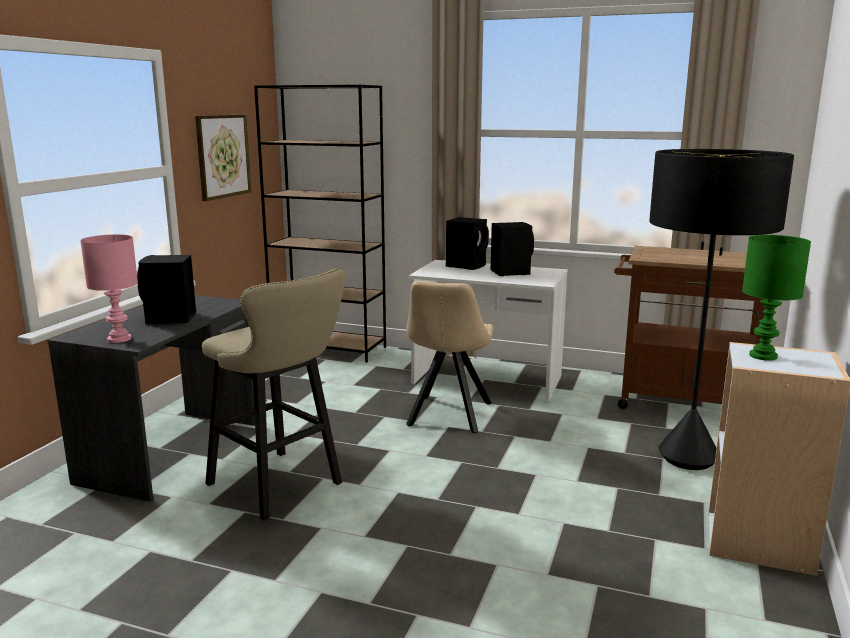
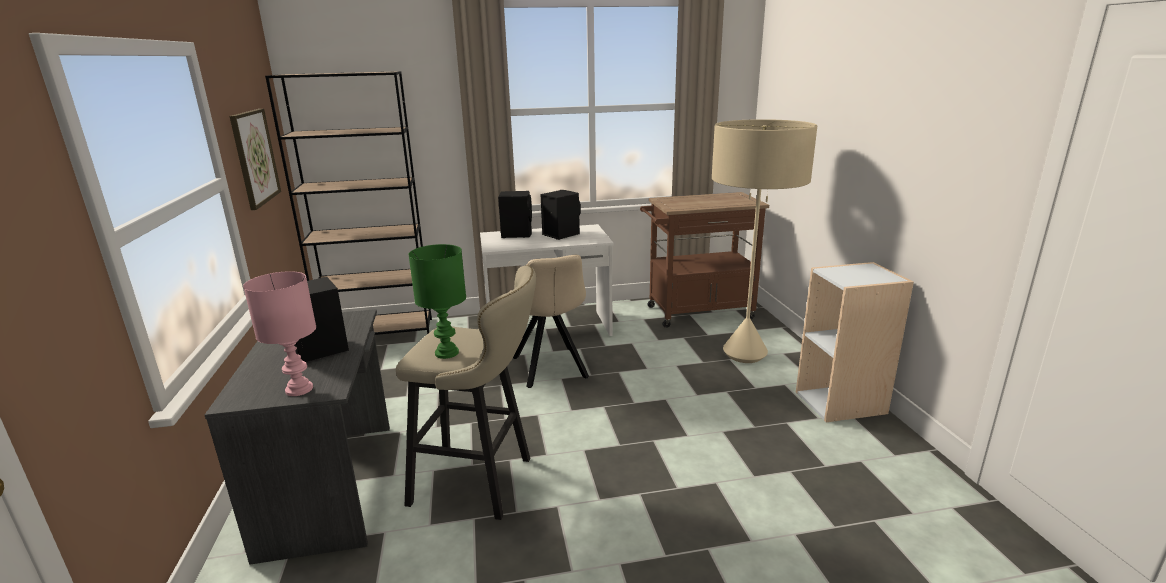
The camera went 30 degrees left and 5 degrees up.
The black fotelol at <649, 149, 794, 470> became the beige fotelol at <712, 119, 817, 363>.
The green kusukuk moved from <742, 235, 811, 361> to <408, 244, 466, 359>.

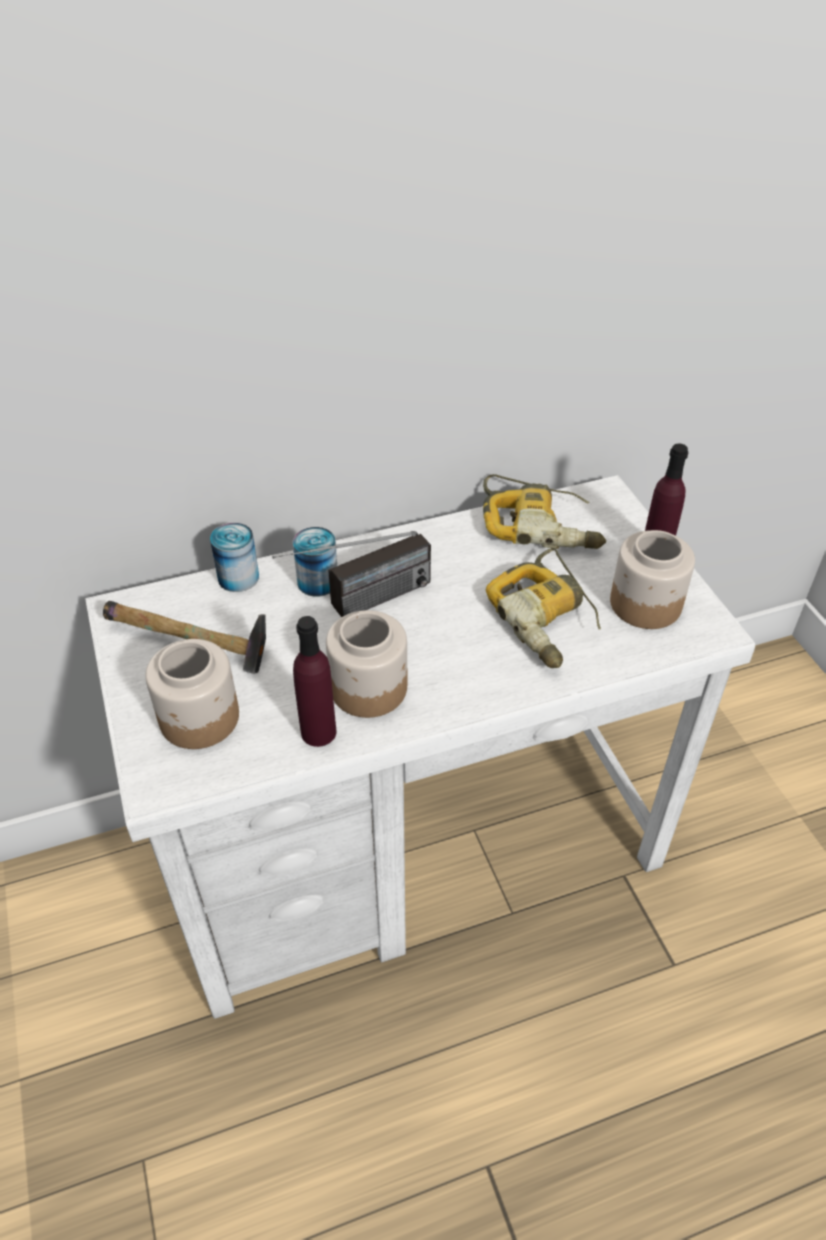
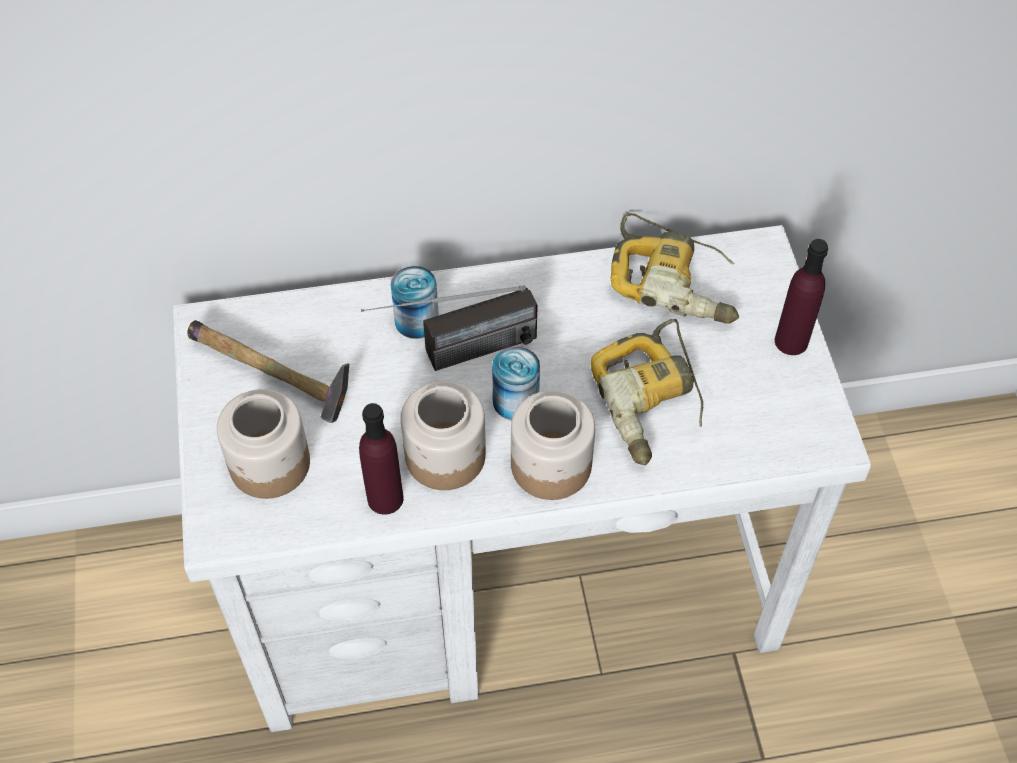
The camera went 10 degrees right and 10 degrees up.
The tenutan moved from <210, 523, 259, 592> to <492, 346, 540, 420>.
The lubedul moved from <610, 530, 695, 629> to <511, 390, 595, 500>.

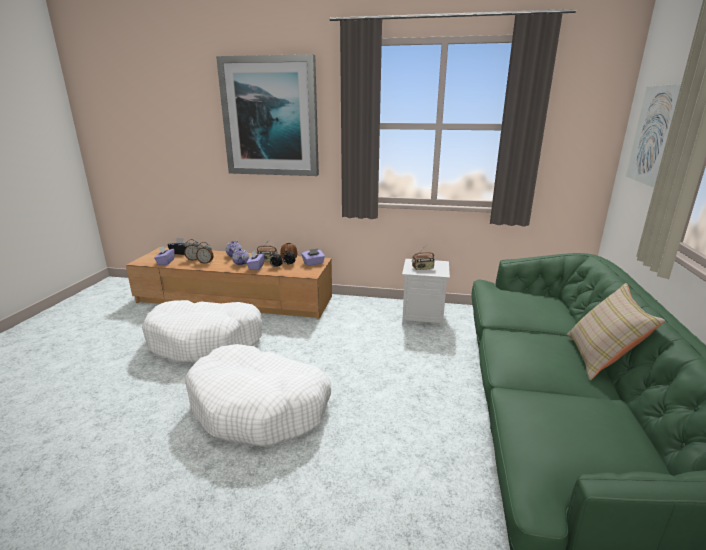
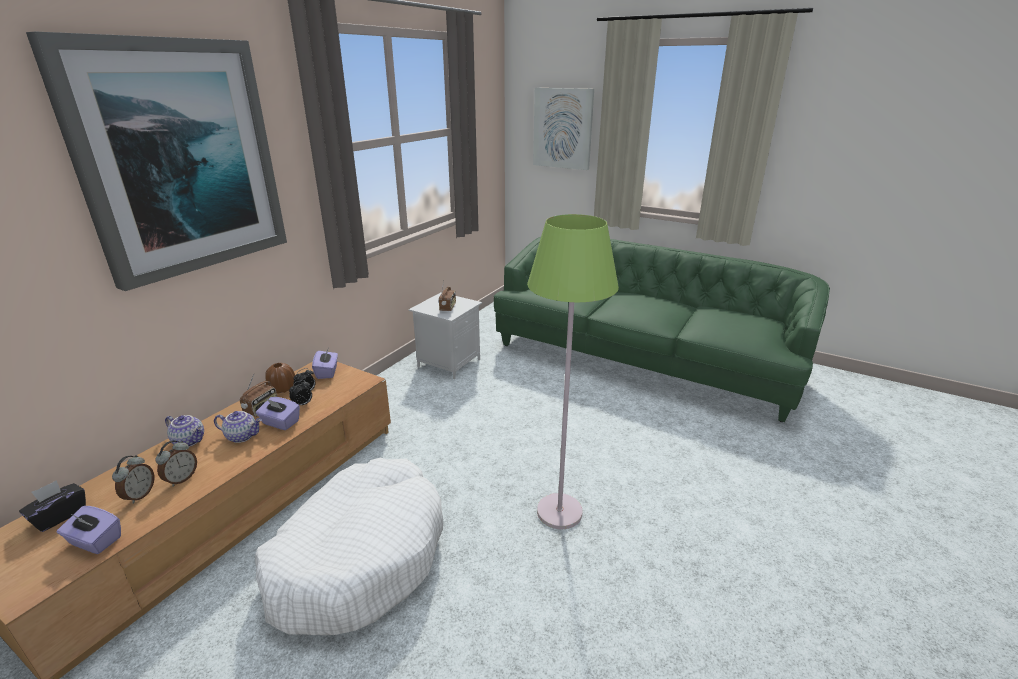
The camera went 70 degrees left and 5 degrees up.
The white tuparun at <185, 344, 331, 447> was replaced by the green fotelol at <527, 214, 619, 529>.
The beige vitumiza at <567, 283, 666, 380> disappeared.

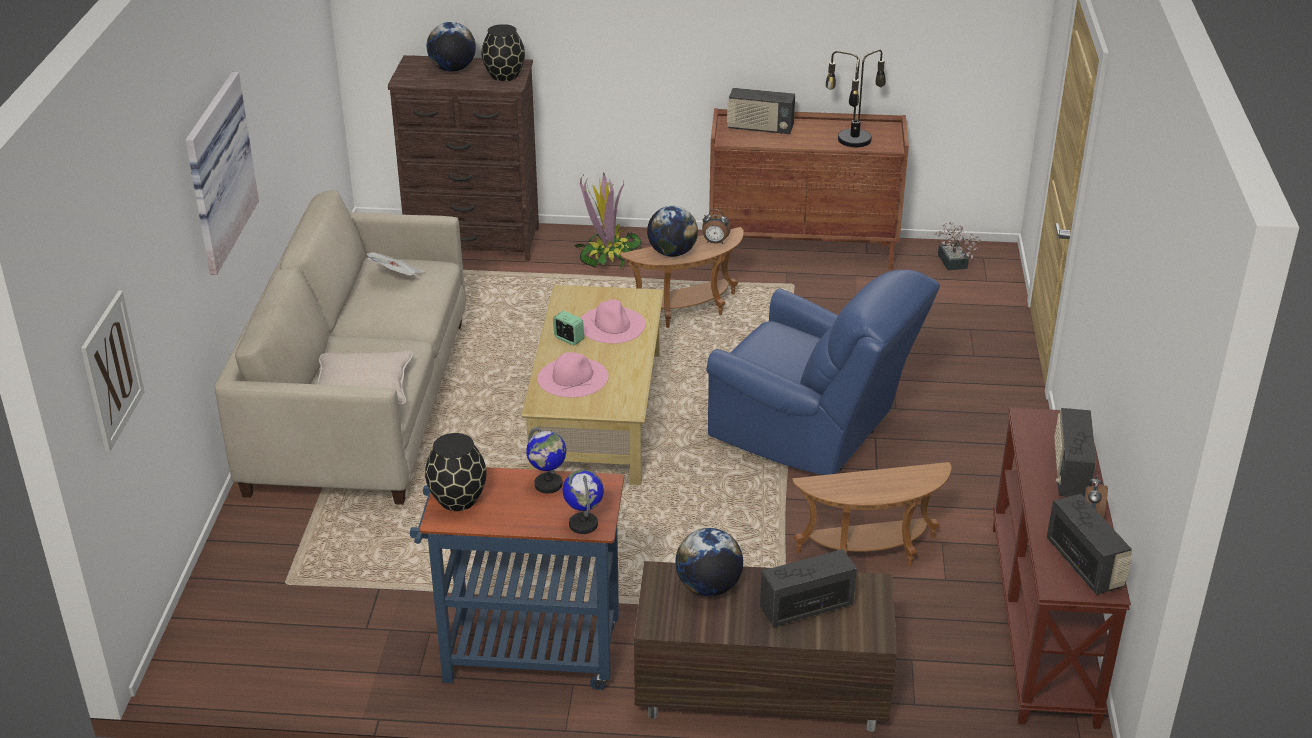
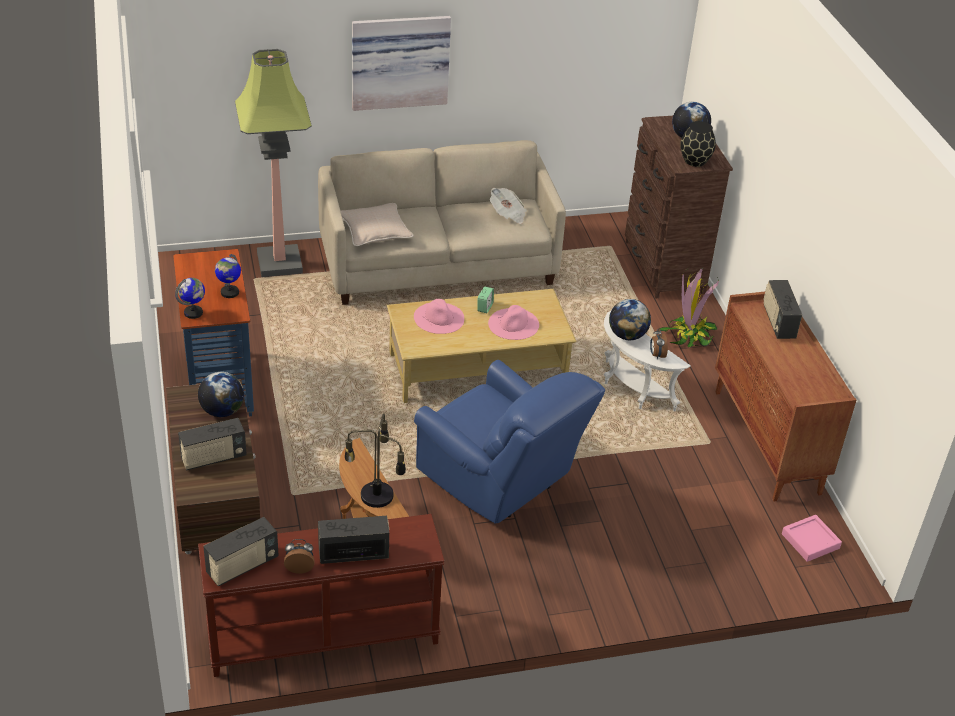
The camera went 70 degrees right and 5 degrees up.
The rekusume at <81, 291, 145, 452> disappeared.
The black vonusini at <425, 433, 486, 511> disappeared.
The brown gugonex at <620, 227, 744, 328> became the white gugonex at <604, 311, 691, 411>.
The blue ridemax at <706, 270, 940, 475> turned 60 degrees counterclockwise.
The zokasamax at <760, 549, 857, 627> turned 105 degrees clockwise.
The kusukuk moved from <826, 49, 886, 147> to <345, 414, 406, 508>.
The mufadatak at <934, 222, 981, 270> was replaced by the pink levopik at <782, 515, 842, 562>.
The fotelol at <235, 49, 312, 277> appeared.

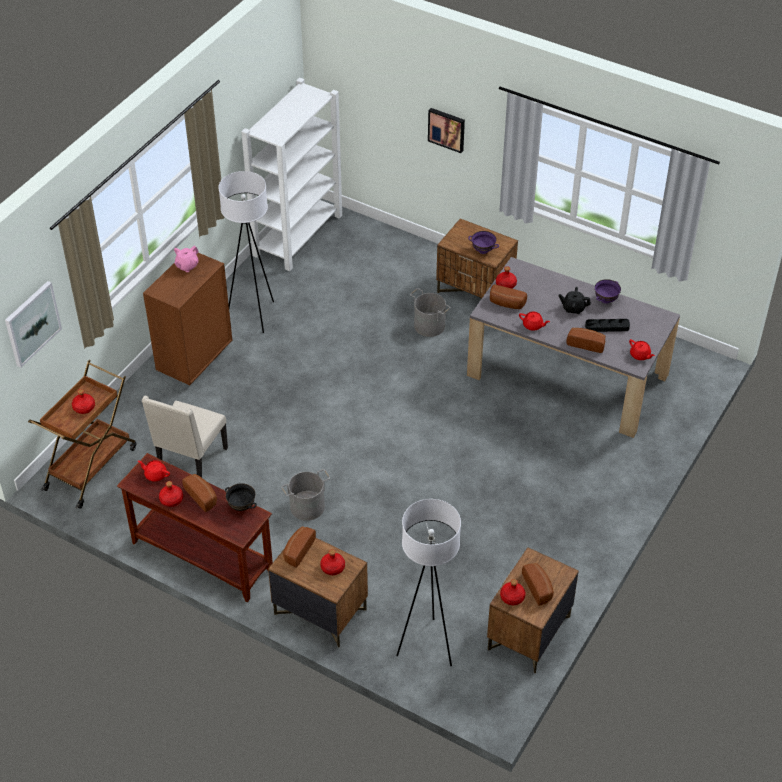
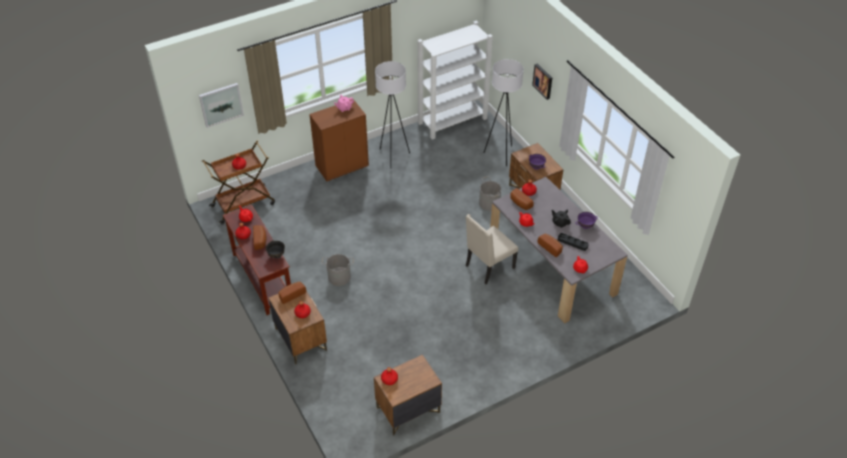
The camera went 30 degrees right and 0 degrees up.
The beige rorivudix moved from <142, 396, 228, 478> to <466, 214, 518, 284>.
The white fotelol moved from <396, 499, 461, 666> to <484, 59, 524, 166>.
The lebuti at <522, 563, 554, 606> disappeared.

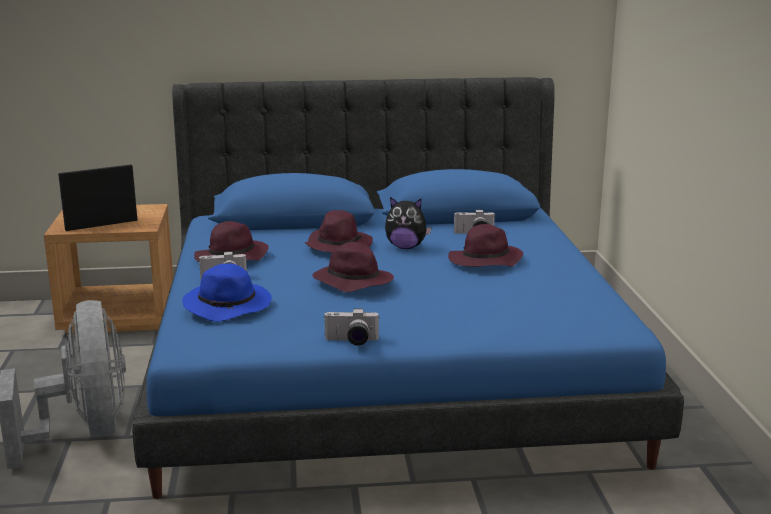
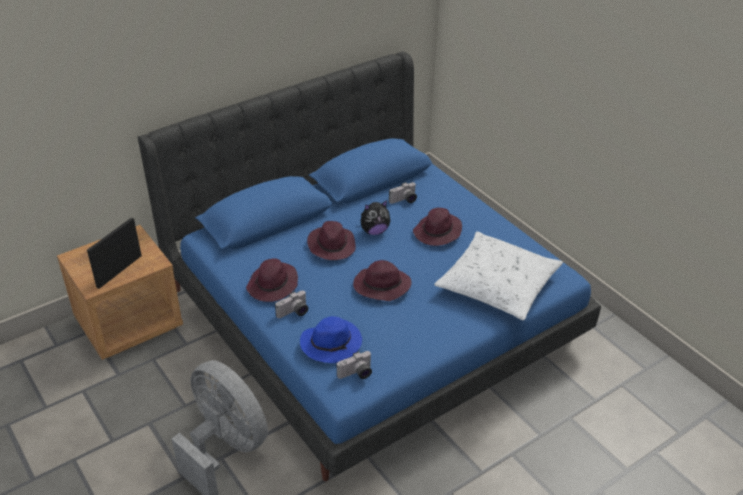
The camera went 30 degrees left and 20 degrees up.
The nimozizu moved from <323, 309, 380, 346> to <337, 351, 372, 379>.
The white vitumiza at <434, 232, 563, 320> appeared.

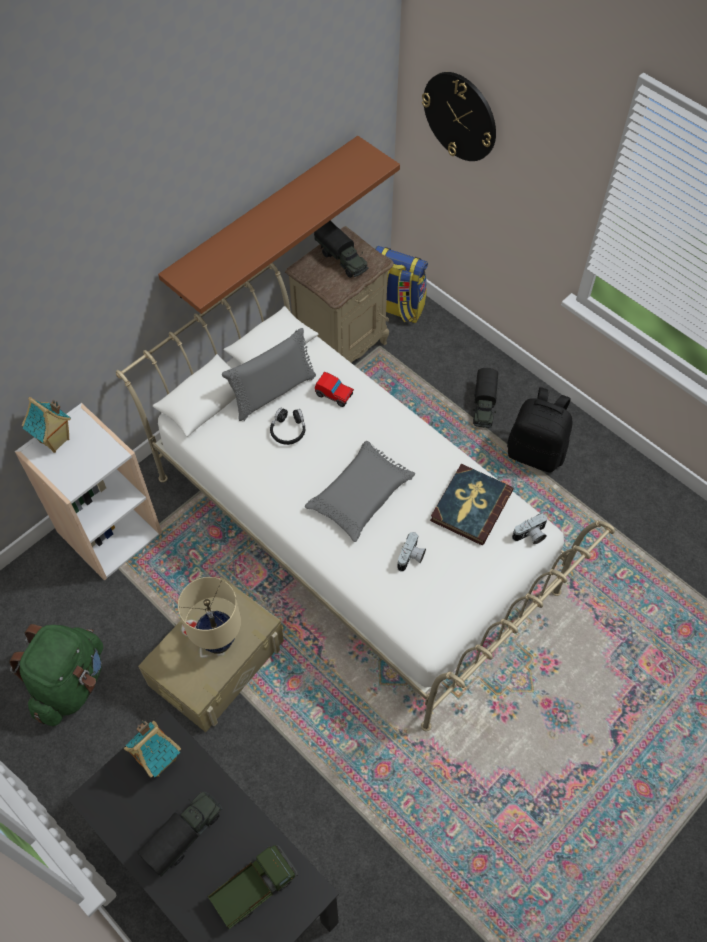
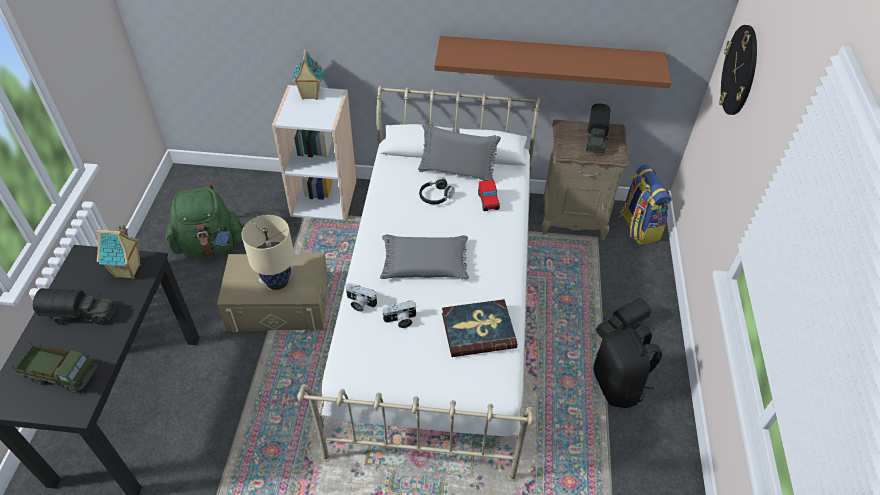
The camera went 50 degrees right and 10 degrees down.
The nimozizu moved from <512, 513, 547, 544> to <345, 283, 377, 312>.

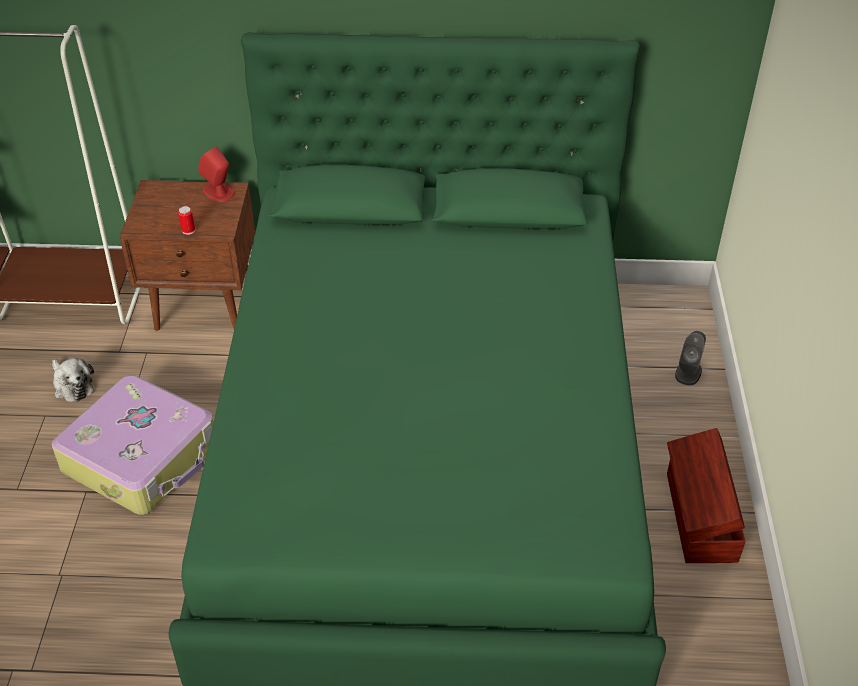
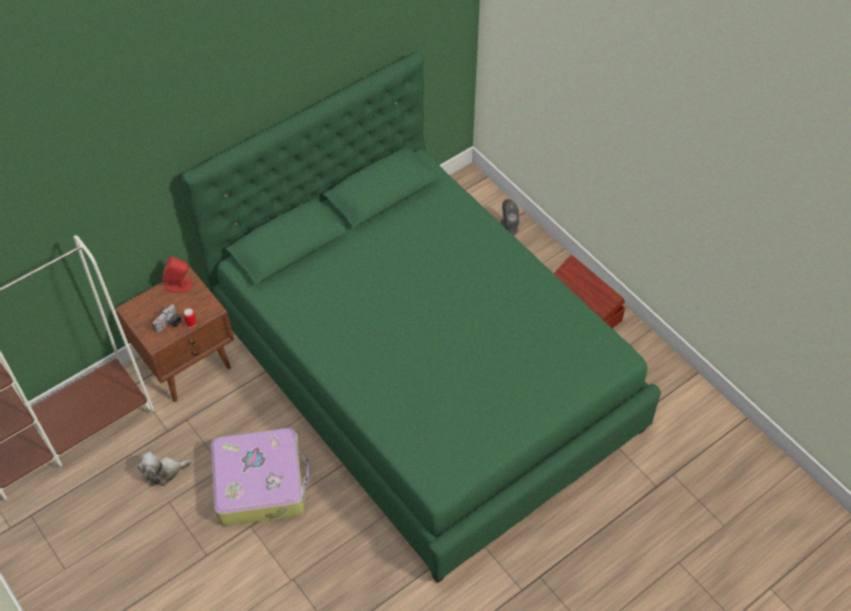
The camera went 40 degrees left and 10 degrees up.
The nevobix at <52, 358, 94, 402> turned 150 degrees clockwise.
The nimozizu at <152, 304, 181, 333> appeared.

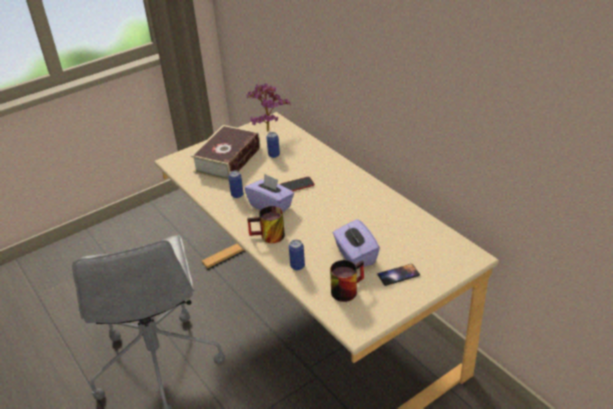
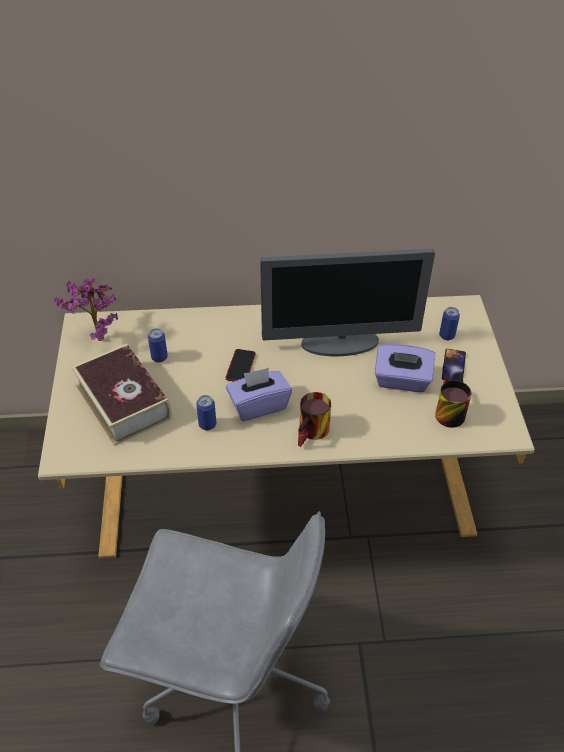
The camera went 60 degrees left and 10 degrees up.
The tenutan moved from <289, 239, 305, 270> to <439, 307, 460, 340>.
The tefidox at <260, 248, 435, 356> appeared.

